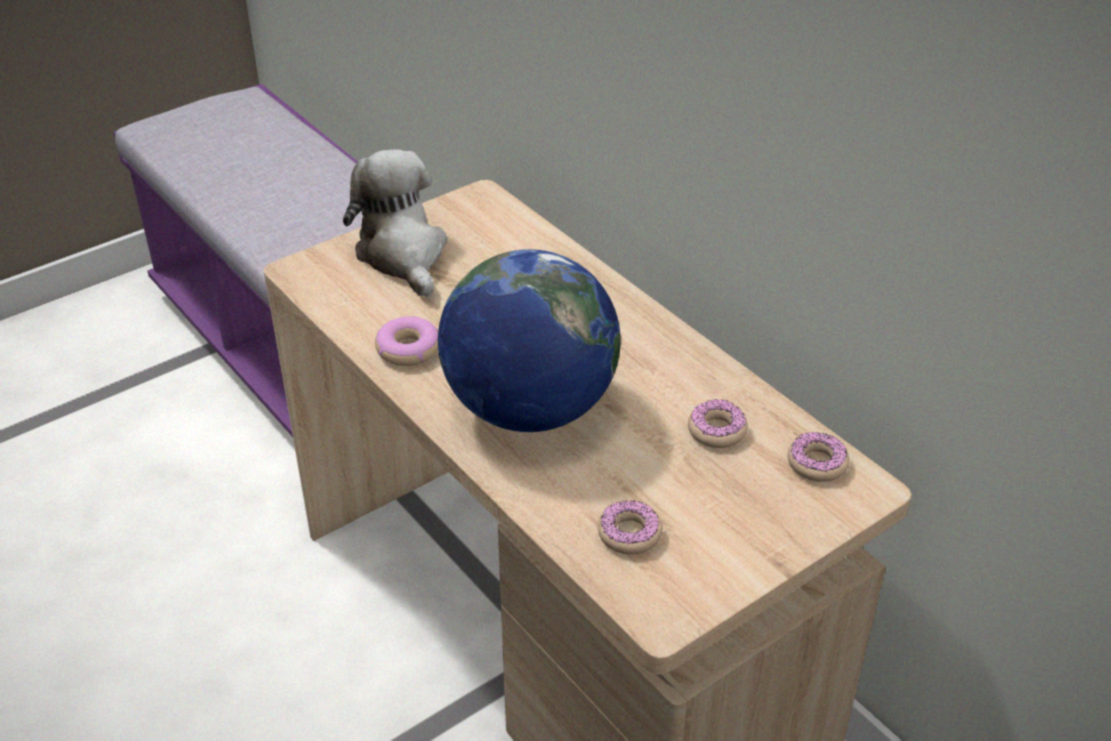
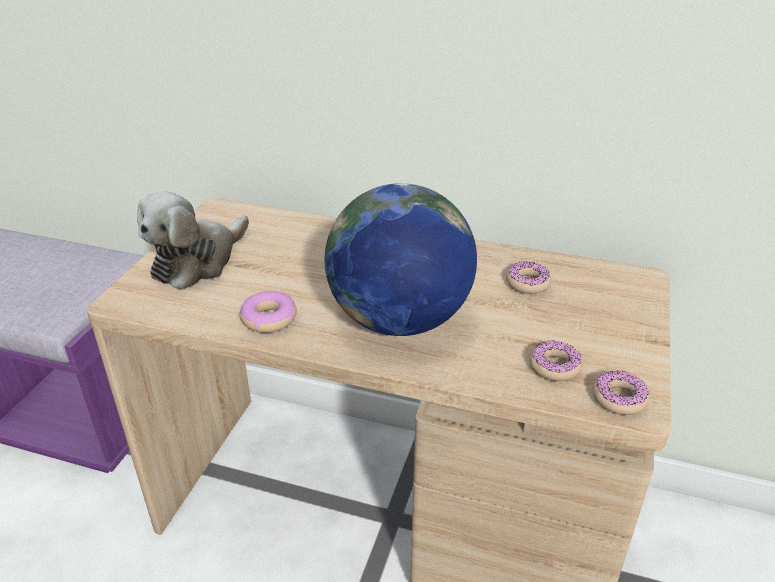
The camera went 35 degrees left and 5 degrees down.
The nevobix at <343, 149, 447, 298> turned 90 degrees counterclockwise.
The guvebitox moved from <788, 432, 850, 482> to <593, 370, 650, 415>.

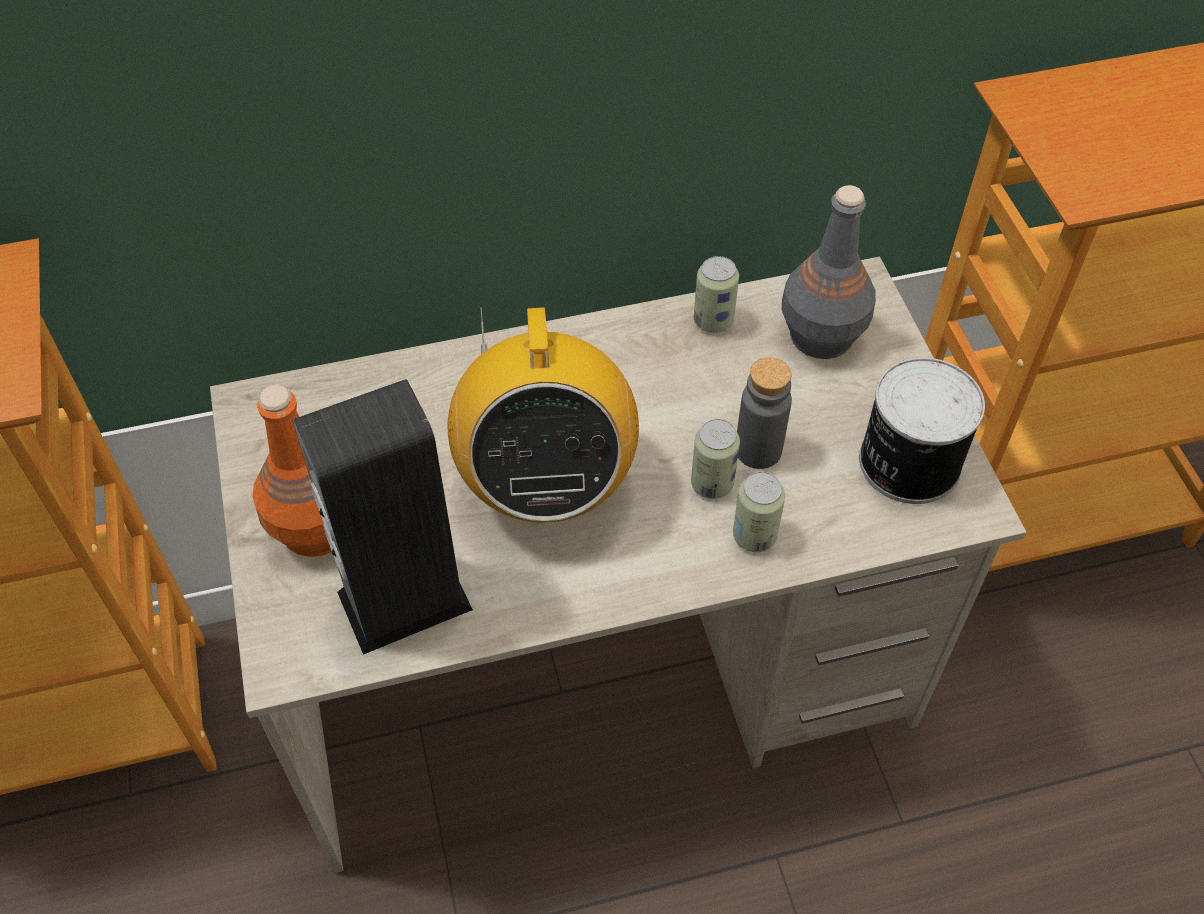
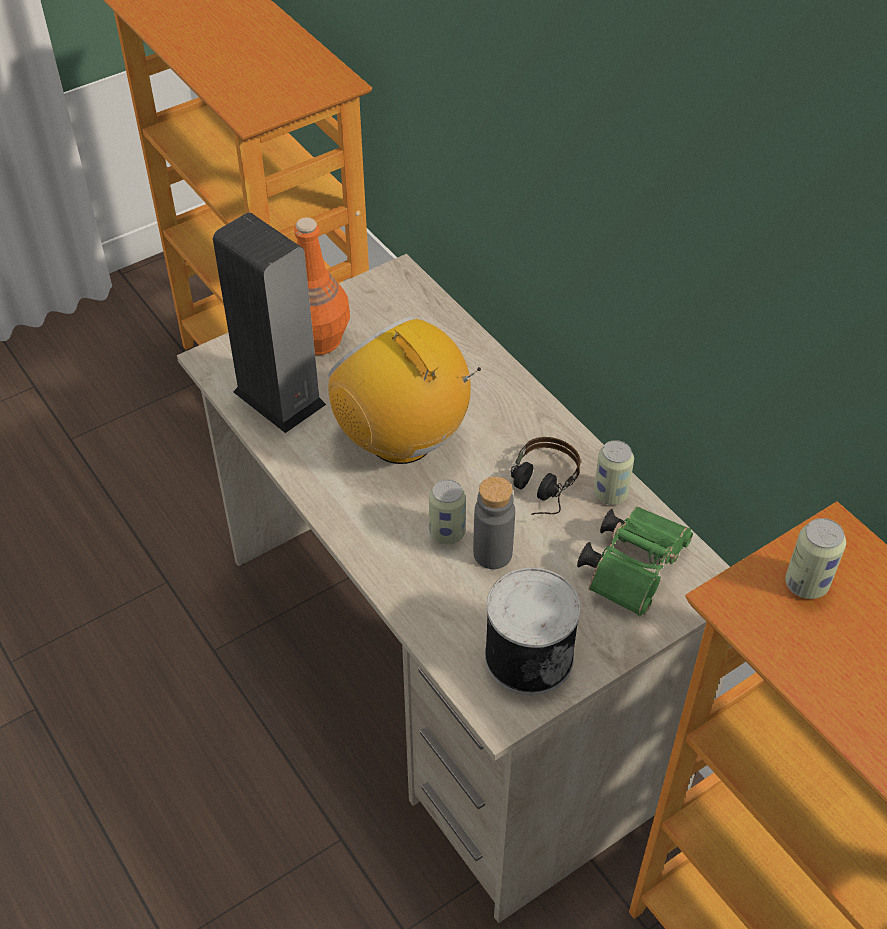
The camera went 70 degrees right and 5 degrees down.
The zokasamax at <448, 305, 639, 523> turned 75 degrees clockwise.
The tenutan moved from <733, 472, 785, 552> to <785, 518, 846, 599>.
The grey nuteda at <782, 185, 876, 359> was replaced by the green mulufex at <577, 507, 693, 616>.
The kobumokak at <511, 437, 581, 515> appeared.

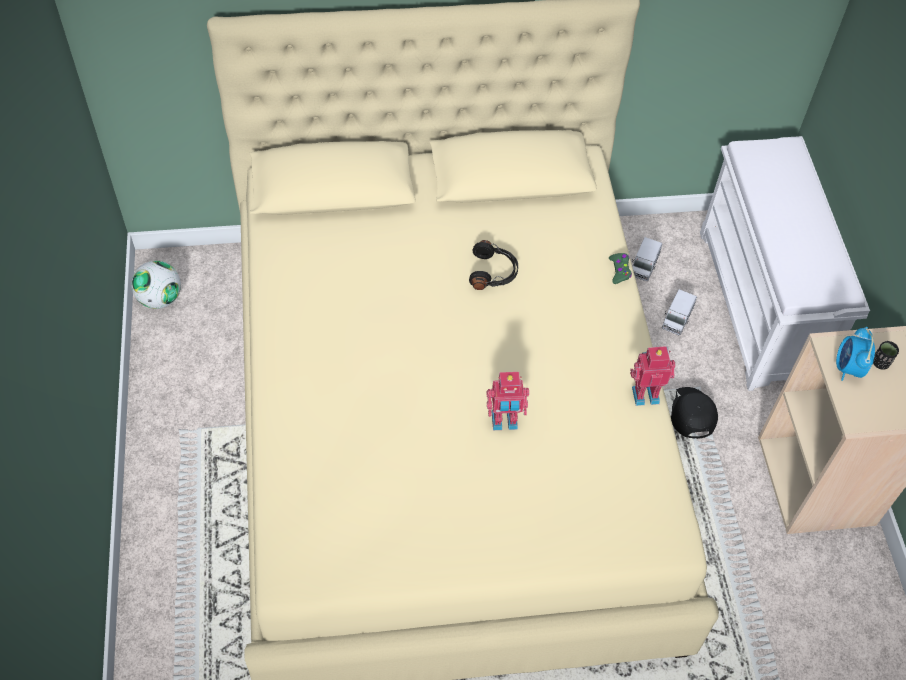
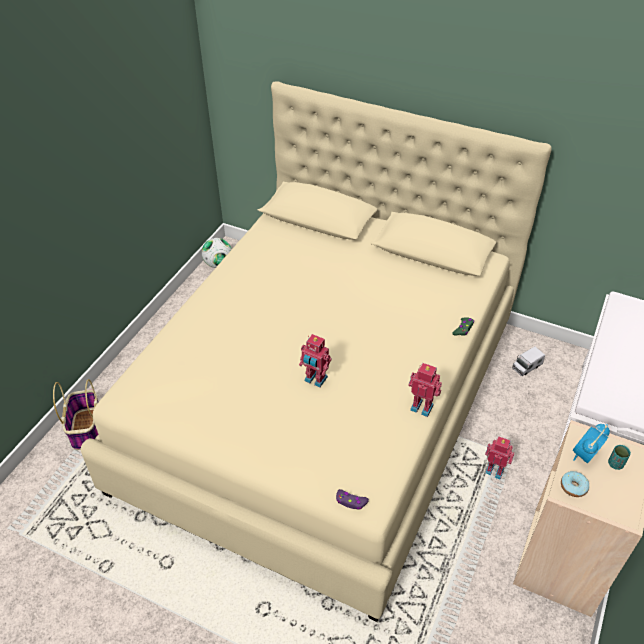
The camera went 35 degrees right and 10 degrees down.
The black kobumokak at <469, 240, 518, 290> disappeared.
The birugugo at <662, 289, 697, 335> disappeared.
The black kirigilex at <671, 387, 718, 439> was replaced by the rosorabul at <485, 436, 514, 479>.
The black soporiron at <873, 341, 899, 370> became the turquoise soporiron at <608, 445, 631, 470>.
The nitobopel at <53, 379, 98, 450> appeared.
The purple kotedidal at <336, 489, 369, 510> appeared.
The guvebitox at <561, 471, 589, 497> appeared.

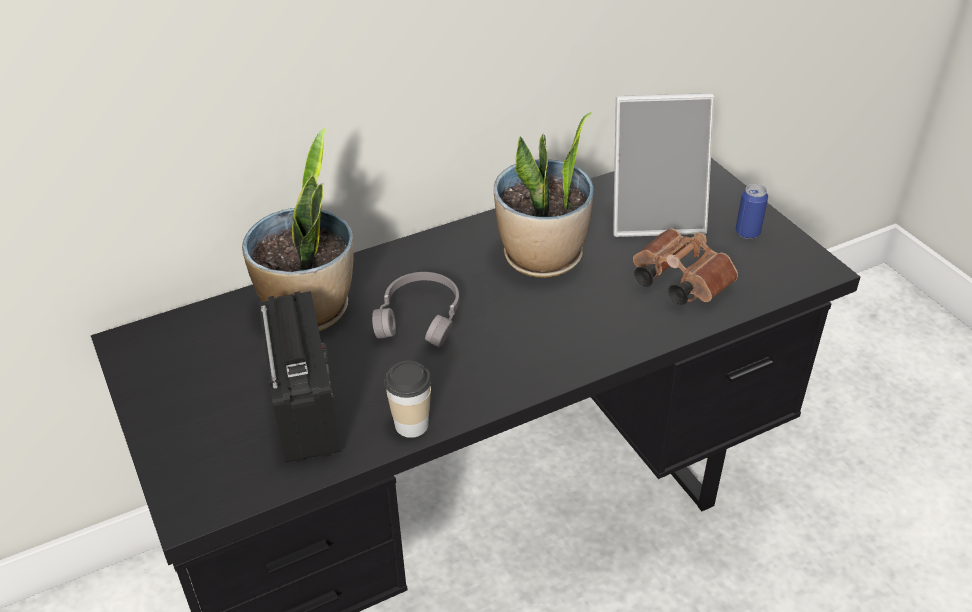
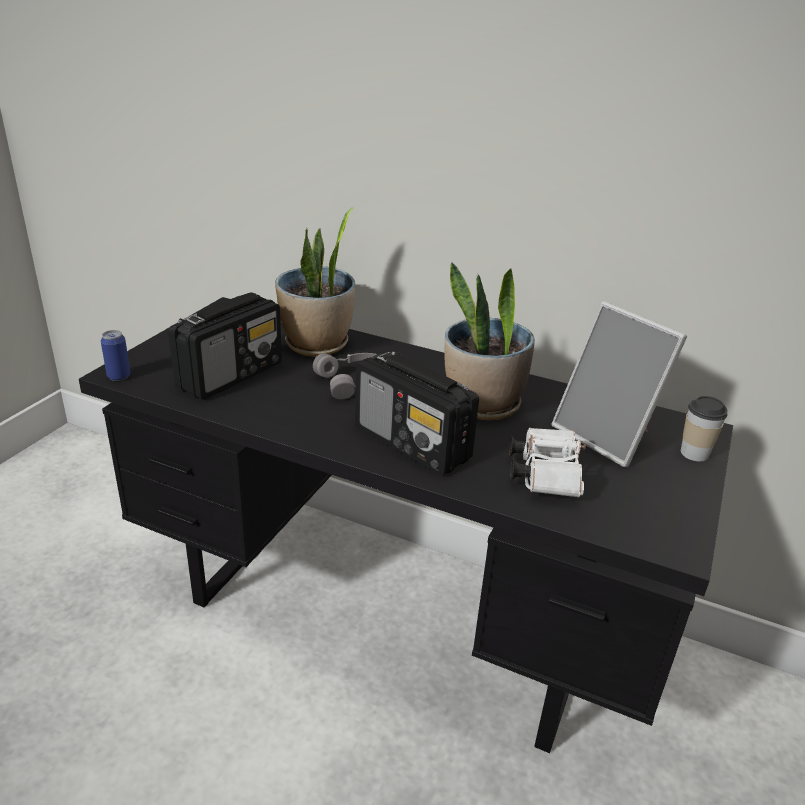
The camera went 50 degrees right and 10 degrees down.
The soporiron moved from <384, 361, 431, 438> to <681, 396, 728, 461>.
The brown mulufex at <633, 228, 738, 305> became the white mulufex at <509, 428, 586, 498>.
The tenutan moved from <736, 184, 768, 239> to <101, 330, 130, 381>.
The zokasamax at <355, 351, 479, 476> appeared.

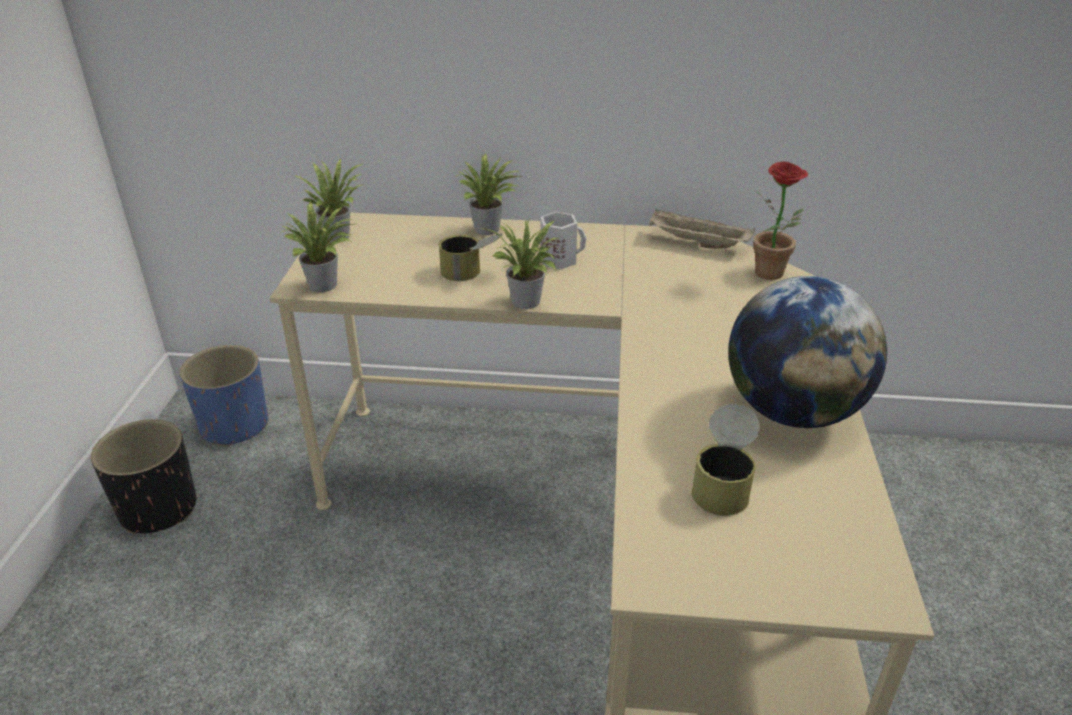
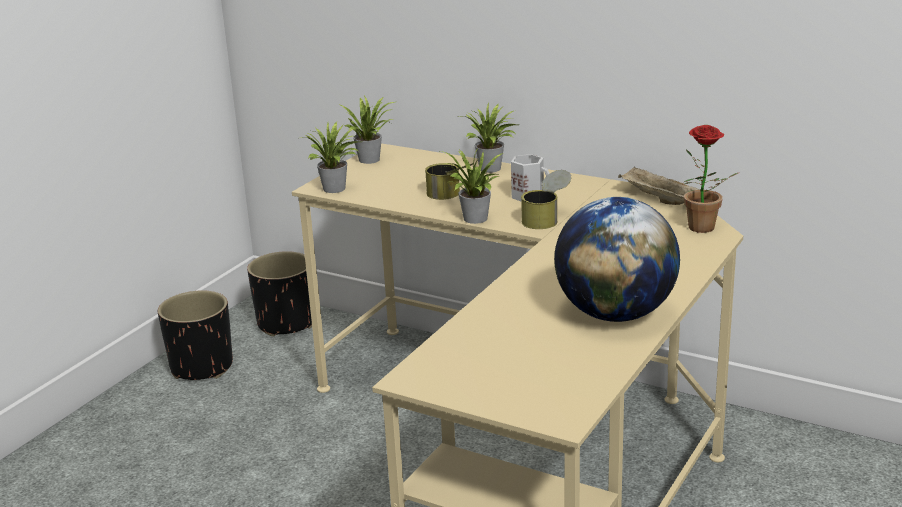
The camera went 25 degrees right and 10 degrees down.
The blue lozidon at <180, 345, 268, 447> became the black lozidon at <247, 251, 312, 337>.
The tenutan moved from <692, 403, 760, 516> to <521, 170, 571, 229>.

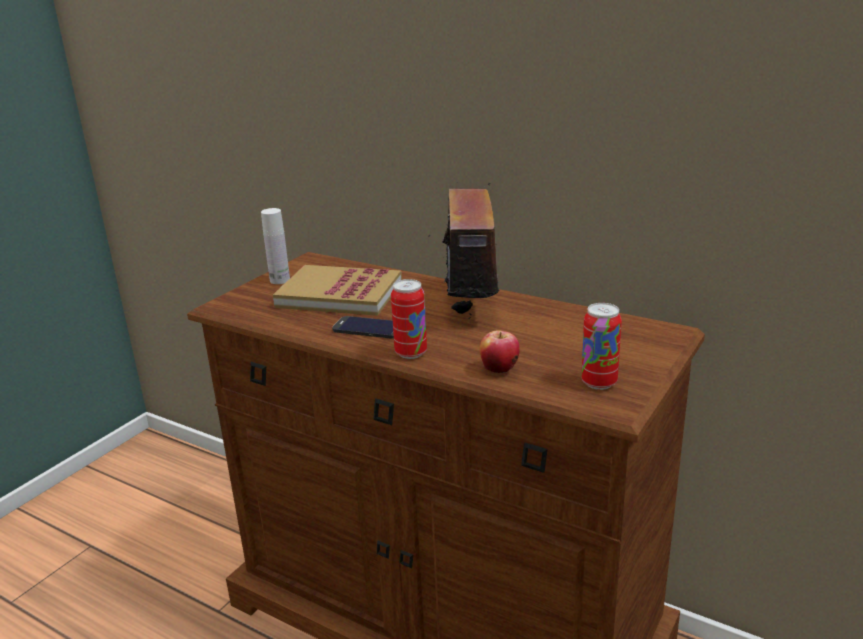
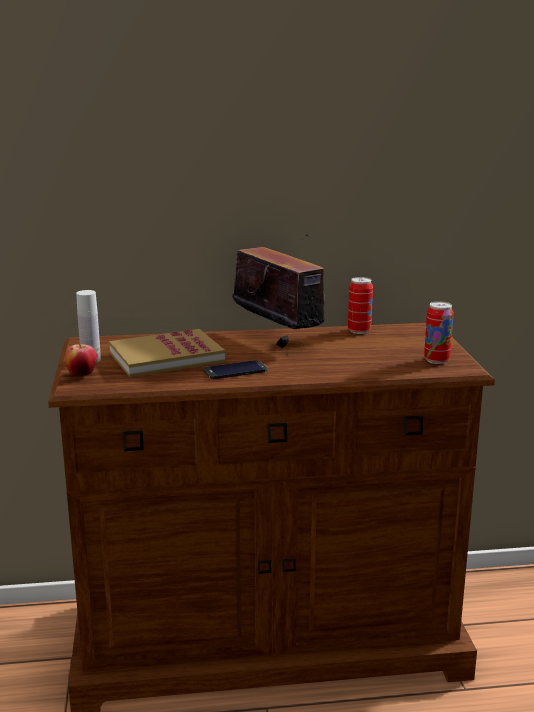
The camera went 40 degrees left and 5 degrees down.
The tenutan moved from <391, 279, 427, 359> to <348, 277, 373, 334>.
The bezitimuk moved from <480, 330, 519, 373> to <65, 344, 97, 376>.

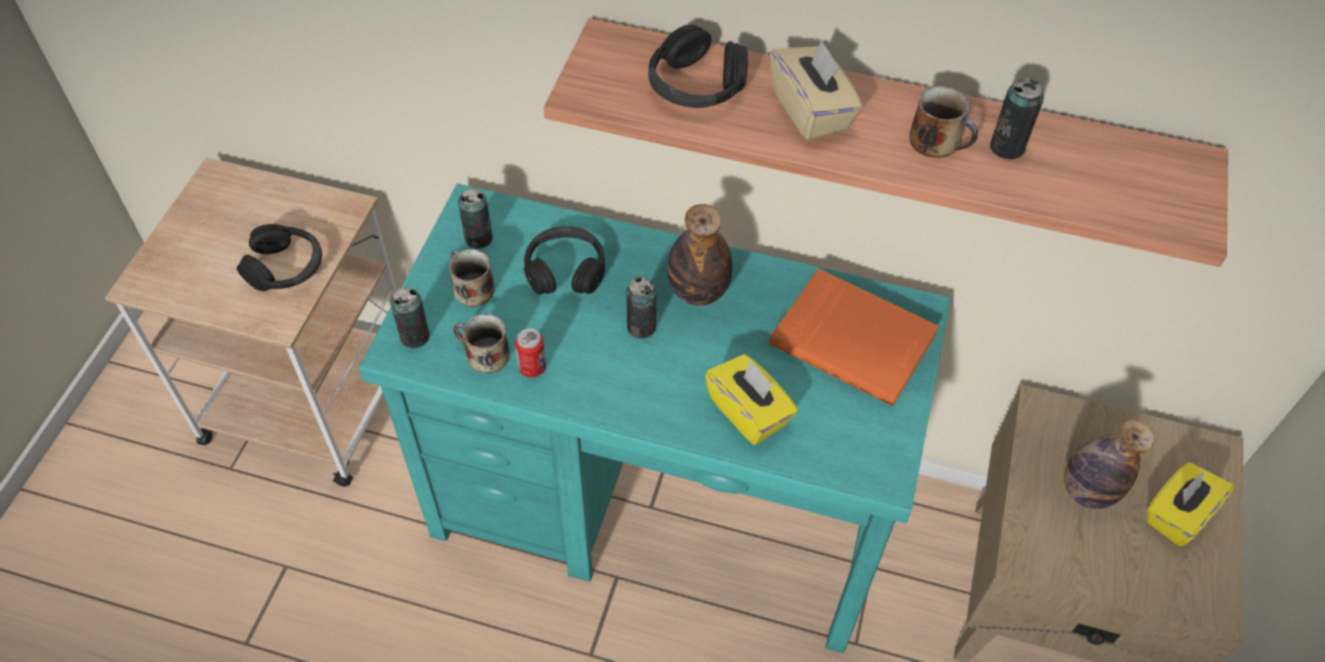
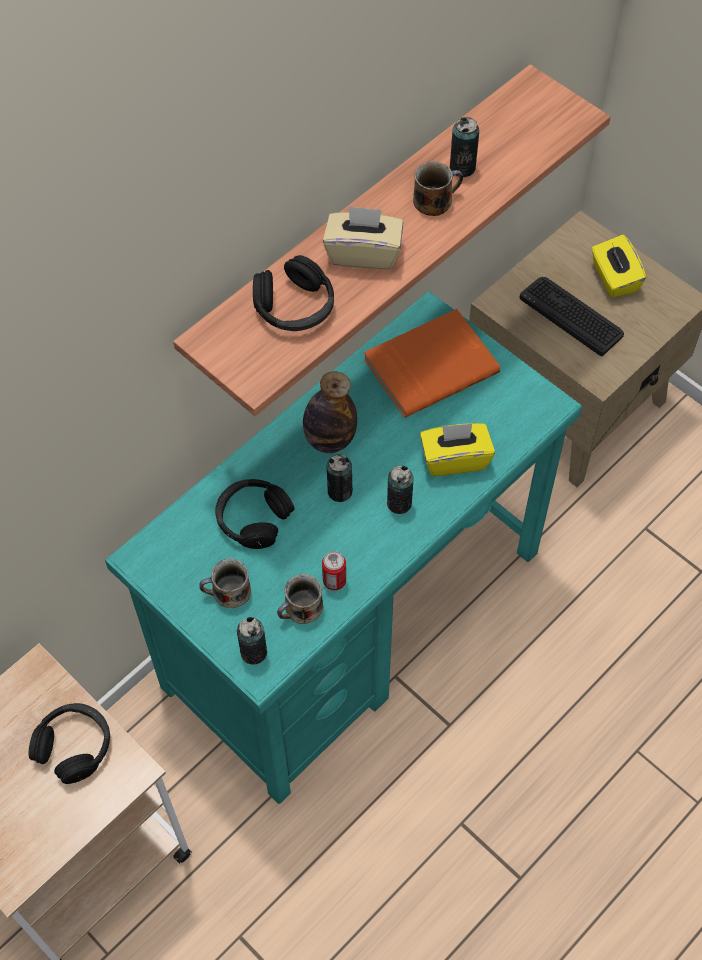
The camera went 60 degrees left and 5 degrees up.
The tenutan moved from <458, 188, 493, 249> to <387, 466, 414, 514>.
The nuteda at <1064, 419, 1155, 509> was replaced by the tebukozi at <519, 277, 624, 356>.

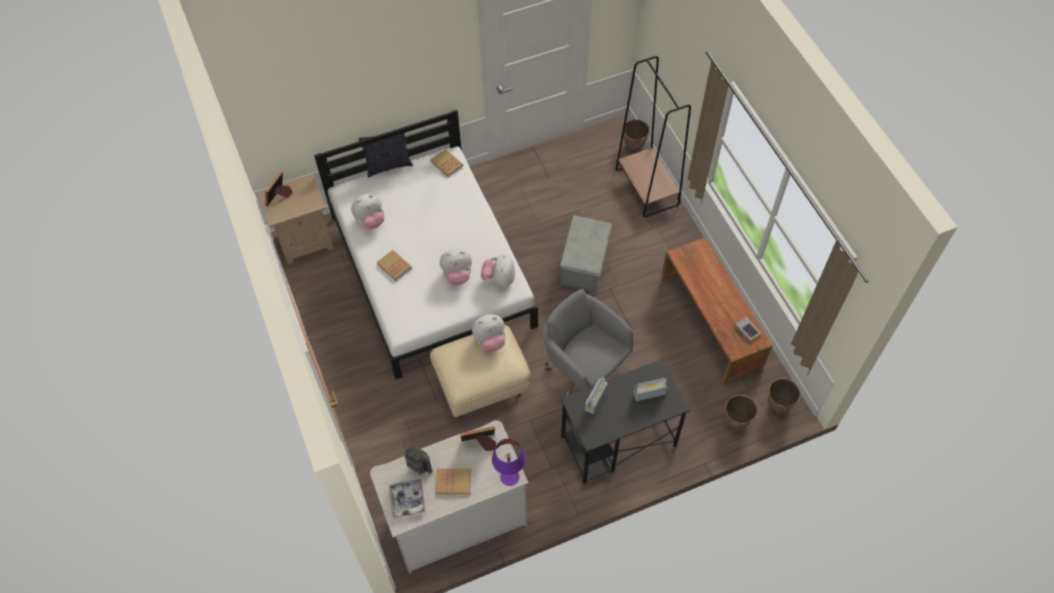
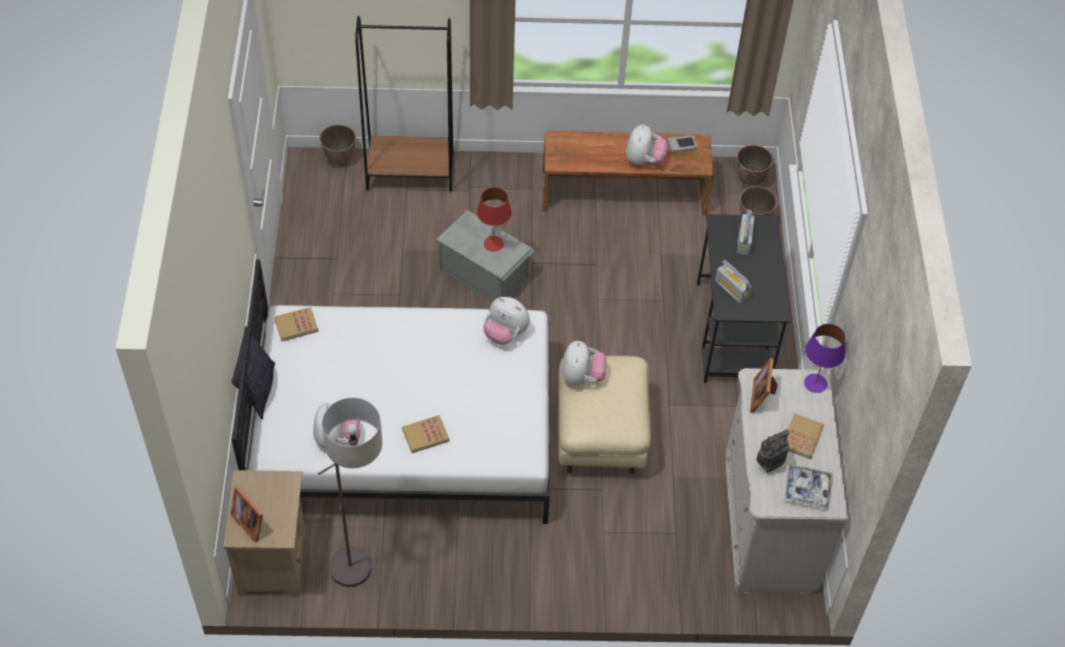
The camera went 70 degrees left and 5 degrees down.
The nevobix moved from <440, 248, 472, 285> to <626, 124, 668, 165>.
The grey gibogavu at <542, 289, 633, 396> disappeared.
The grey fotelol at <318, 398, 382, 587> appeared.
The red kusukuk at <477, 187, 512, 252> appeared.

